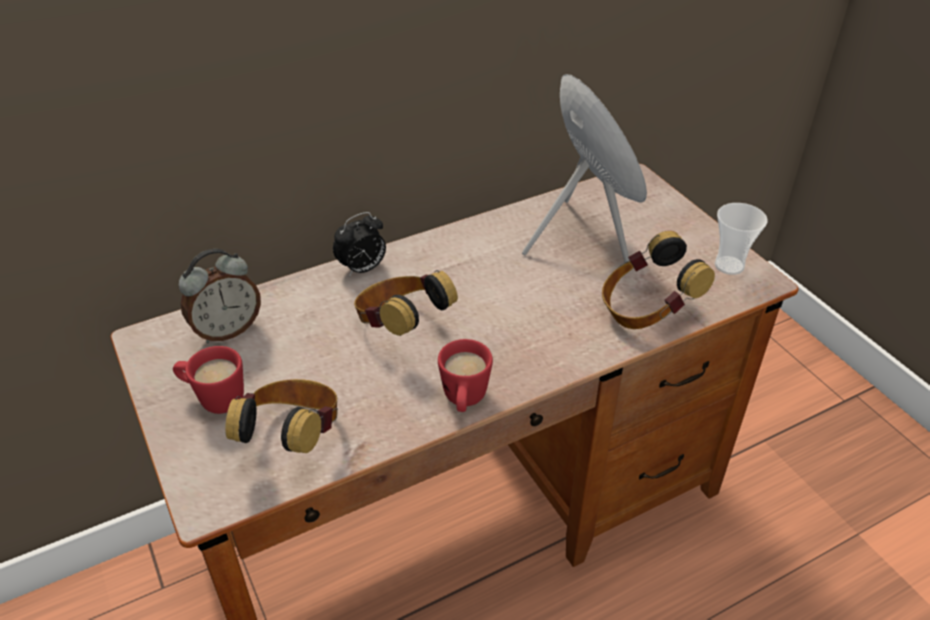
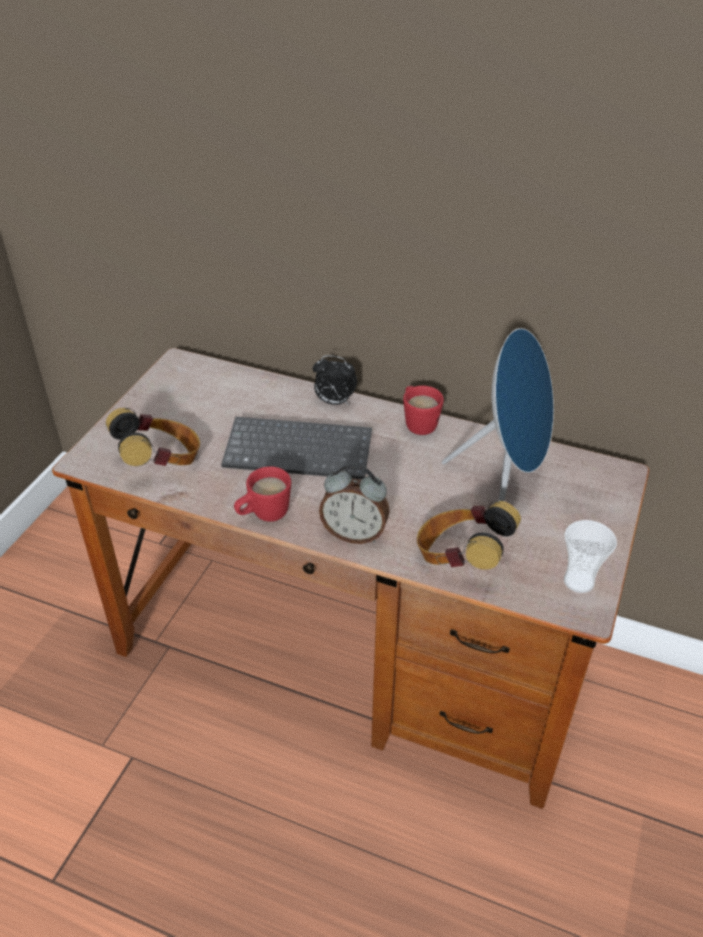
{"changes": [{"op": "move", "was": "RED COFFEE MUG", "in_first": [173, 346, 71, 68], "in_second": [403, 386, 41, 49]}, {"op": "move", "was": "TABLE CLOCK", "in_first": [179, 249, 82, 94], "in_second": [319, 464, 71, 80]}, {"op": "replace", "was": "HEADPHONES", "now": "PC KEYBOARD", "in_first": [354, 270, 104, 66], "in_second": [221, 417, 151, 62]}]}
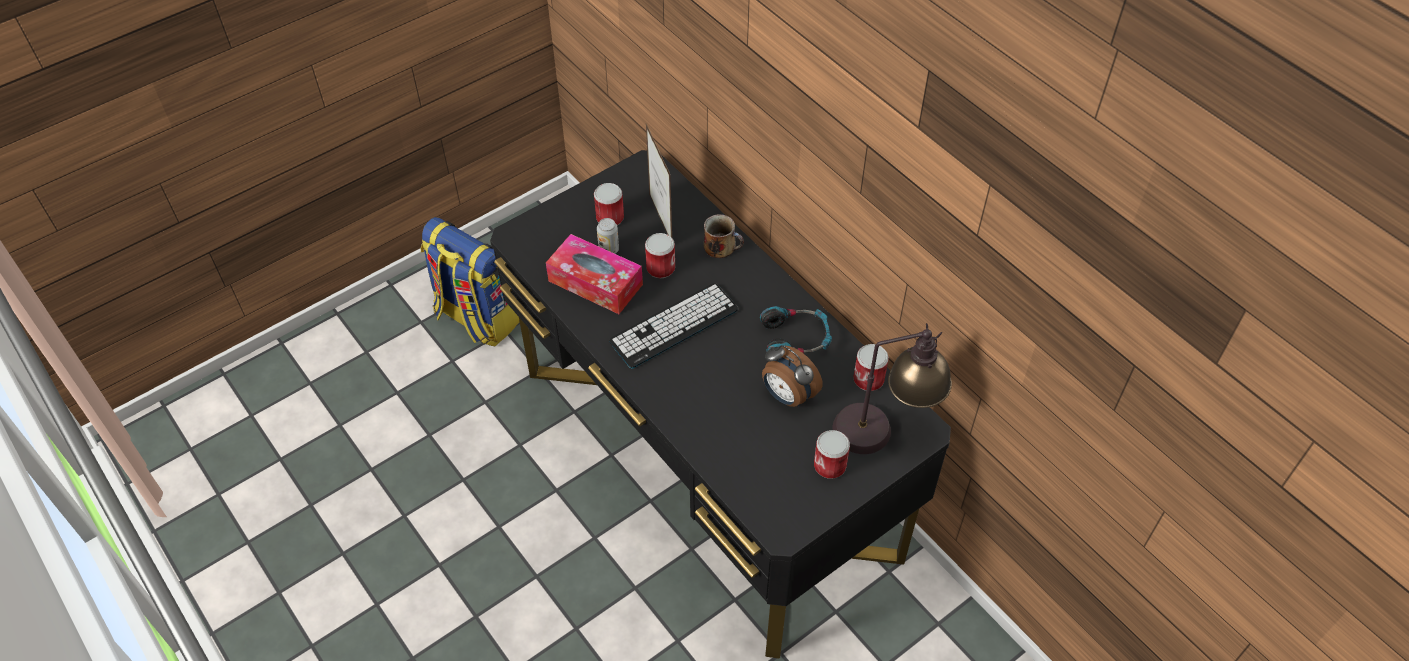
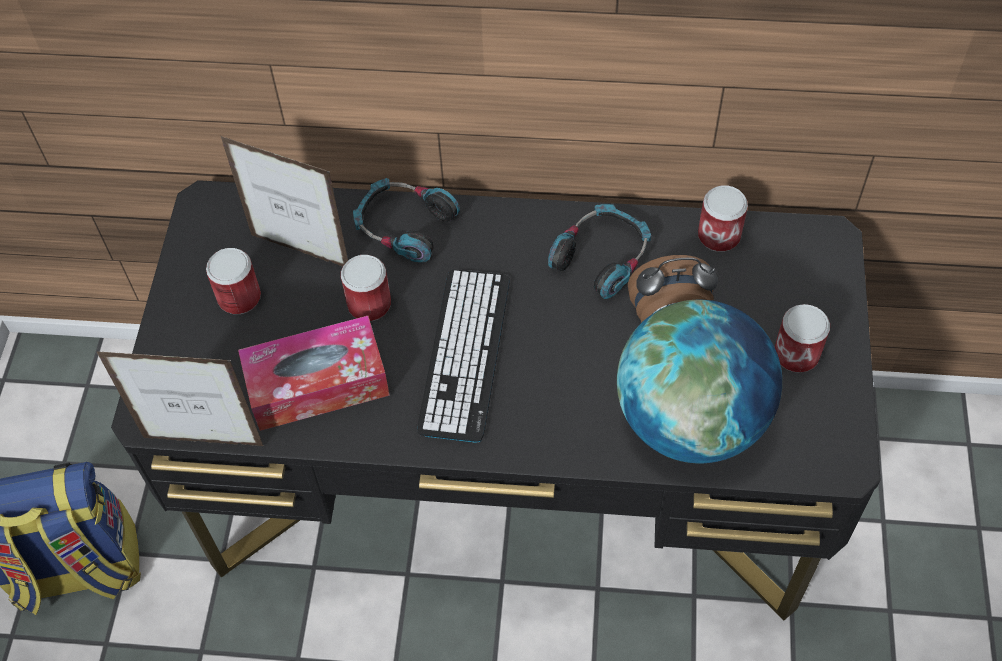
{"changes": [{"op": "delete", "was": "METAL CAN", "in_first": [597, 218, 22, 36]}, {"op": "replace", "was": "COFFEE MUG", "now": "HEADPHONES", "in_first": [704, 214, 40, 44], "in_second": [353, 178, 107, 84]}, {"op": "delete", "was": "TABLE LAMP", "in_first": [832, 323, 120, 131]}, {"op": "insert", "now": "PICTURE FRAME", "in_second": [96, 351, 168, 95]}, {"op": "insert", "now": "GLOBE", "in_second": [617, 300, 165, 163]}]}
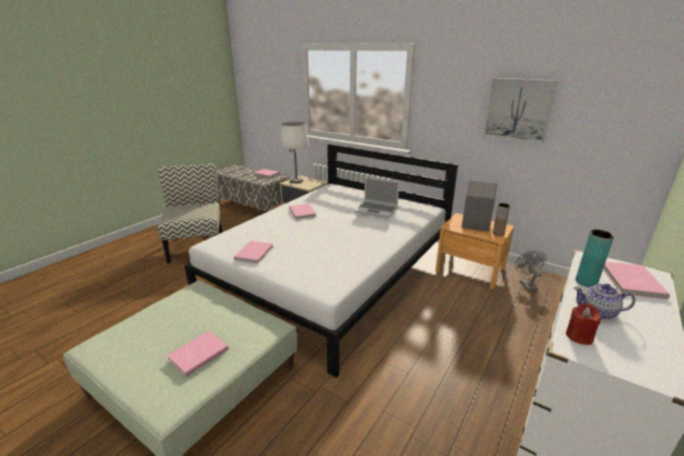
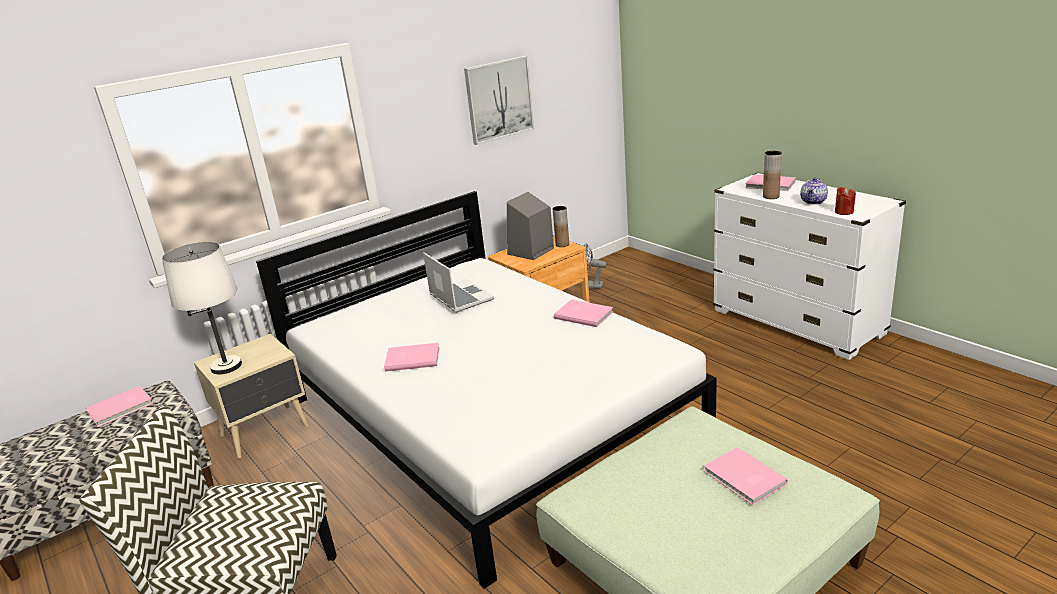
{"changes": [{"op": "move", "was": "PINK-COLOURED BOUND BOOK", "in_first": [234, 241, 39, 23], "in_second": [554, 299, 59, 28]}, {"op": "rotate", "was": "LAPTOP", "in_first": [354, 177, 45, 42], "in_second": [423, 252, 71, 61], "clockwise": -75}, {"op": "recolor", "was": "BLUE-GREEN DECORATIVE VASE", "now": "BROWN-COLOURED DECORATIVE VASE", "in_first": [575, 230, 39, 57], "in_second": [763, 151, 19, 48]}]}
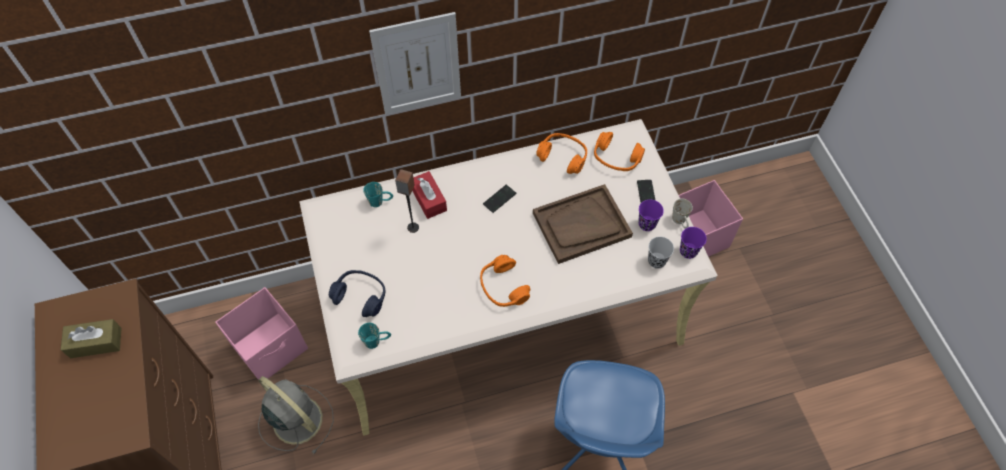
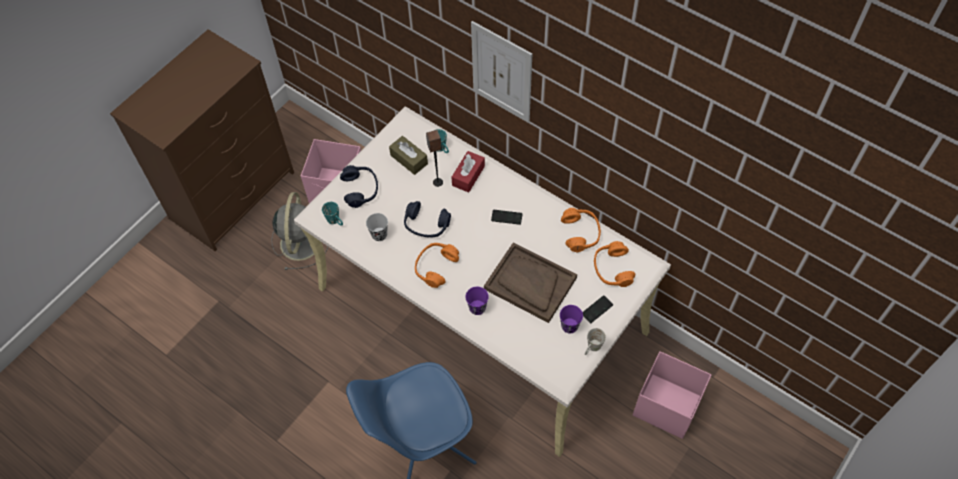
{"changes": [{"op": "move", "was": "BROWN-COLOURED TISSUE BOX", "in_first": [61, 319, 61, 39], "in_second": [389, 136, 39, 39]}, {"op": "move", "was": "BLACK SMALL CUP", "in_first": [648, 237, 26, 32], "in_second": [366, 213, 22, 28]}, {"op": "move", "was": "PURPLE-COLOURED SMALL CUP", "in_first": [680, 227, 27, 32], "in_second": [465, 286, 24, 29]}, {"op": "insert", "now": "BLUE-COLOURED HEADPHONES", "in_second": [404, 201, 47, 36]}]}
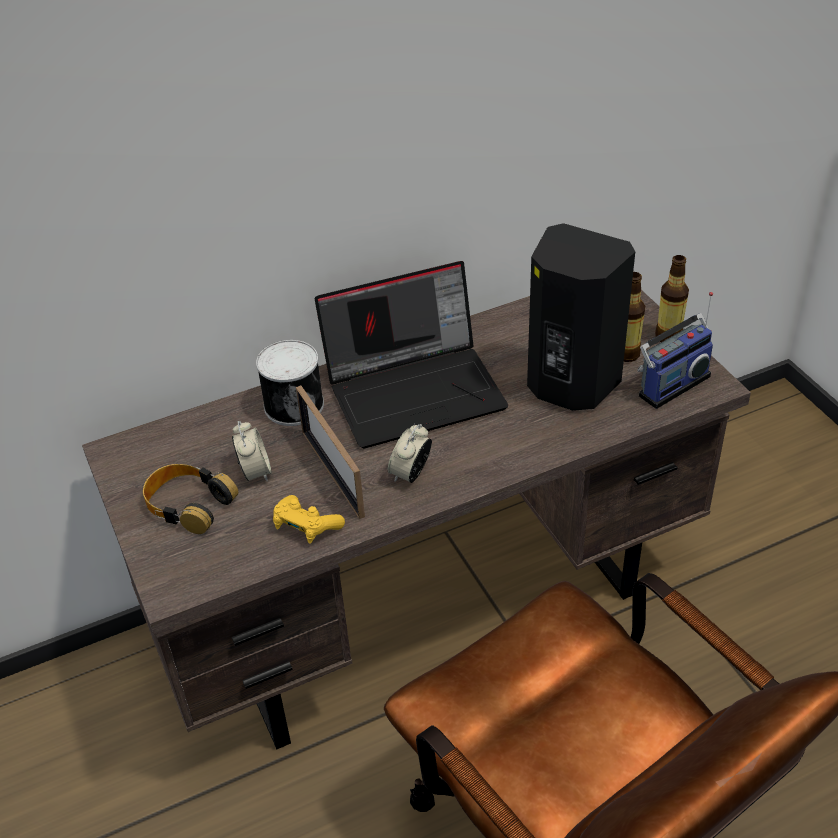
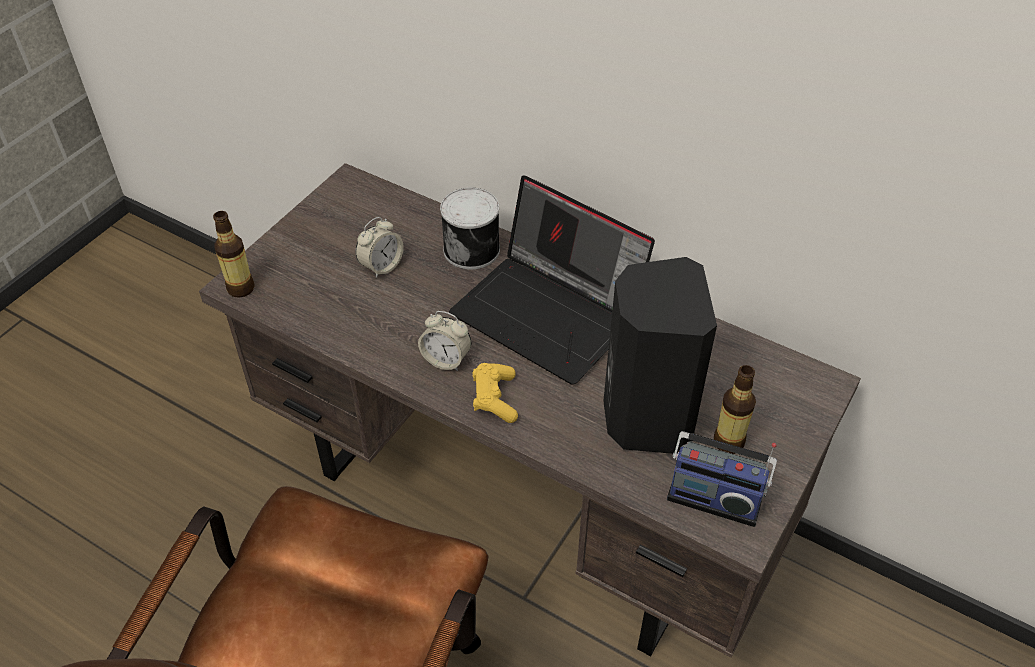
{"changes": [{"op": "delete", "was": "HEADPHONES", "in_first": [143, 464, 95, 70]}, {"op": "move", "was": "YELLOW-COLOURED GAME CONTROLLER", "in_first": [273, 495, 72, 49], "in_second": [473, 363, 45, 60]}, {"op": "delete", "was": "PICTURE FRAME", "in_first": [296, 385, 69, 134]}, {"op": "rotate", "was": "TABLE CLOCK", "in_first": [388, 424, 44, 59], "in_second": [418, 311, 53, 60], "clockwise": -150}, {"op": "move", "was": "BEVERAGE BOTTLE", "in_first": [655, 255, 34, 87], "in_second": [213, 211, 42, 87]}]}
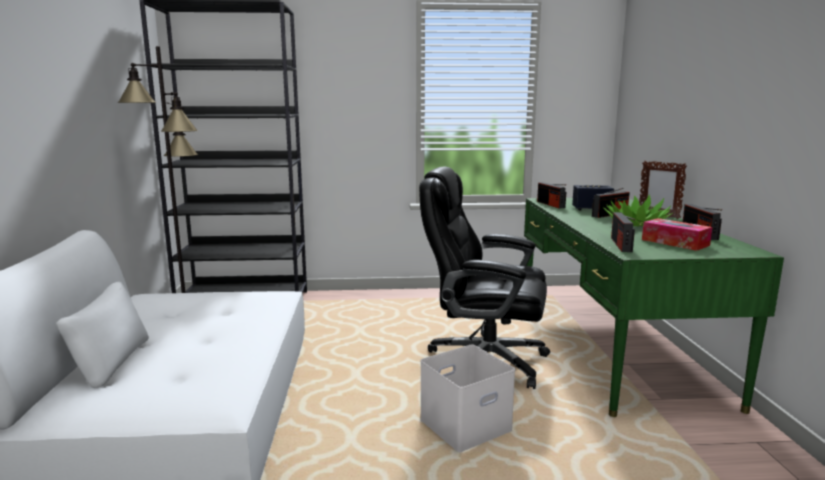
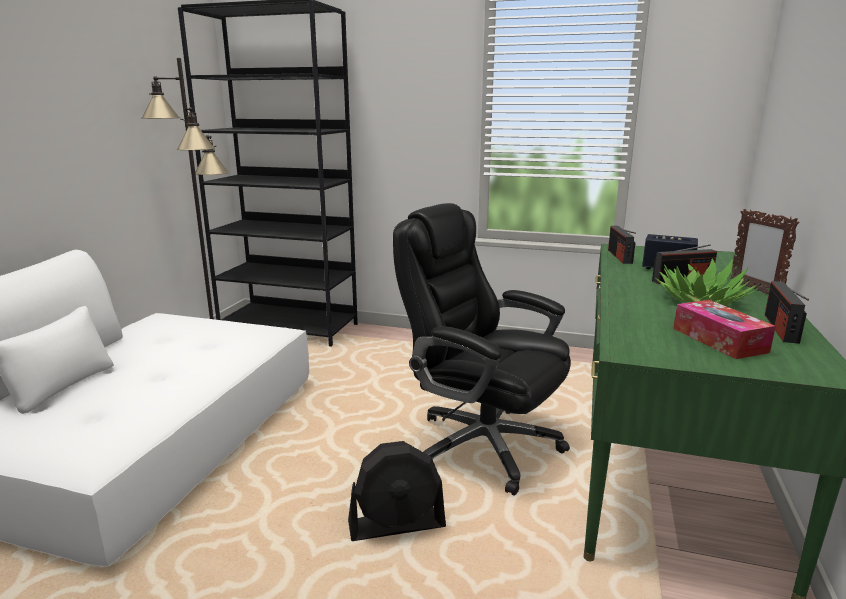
{"changes": [{"op": "replace", "was": "WHITE-COLOURED STORAGE BIN", "now": "BLACK COOLING FAN", "in_first": [420, 344, 95, 108], "in_second": [348, 441, 98, 100]}, {"op": "delete", "was": "RADIO RECEIVER", "in_first": [611, 212, 24, 40]}]}
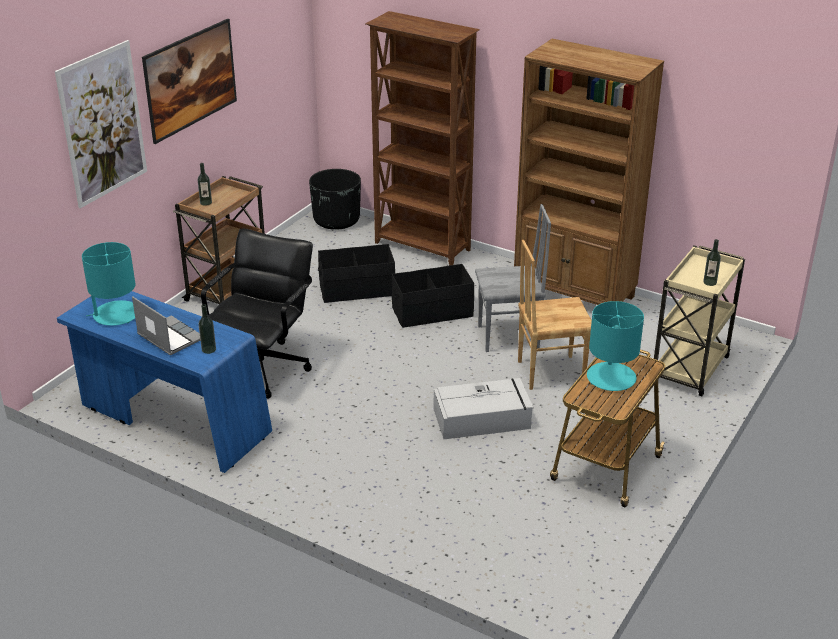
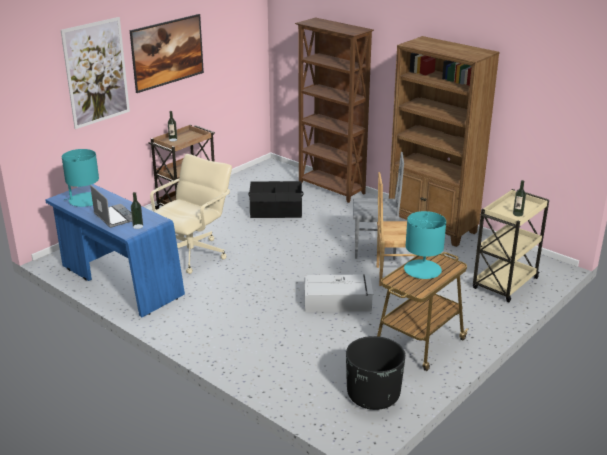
{"changes": [{"op": "recolor", "was": "BLACK COMPUTER CHAIR", "now": "BEIGE-COLOURED COMPUTER CHAIR", "in_first": [201, 229, 112, 170], "in_second": [150, 154, 82, 120]}, {"op": "move", "was": "BLACK PLANT POT", "in_first": [309, 169, 52, 61], "in_second": [346, 336, 59, 74]}, {"op": "delete", "was": "BLACK STORAGE BIN", "in_first": [392, 264, 82, 64]}]}
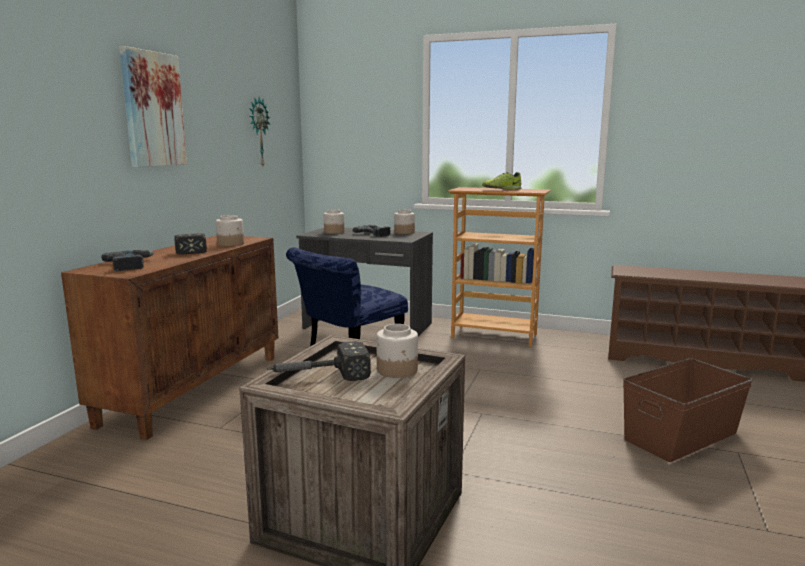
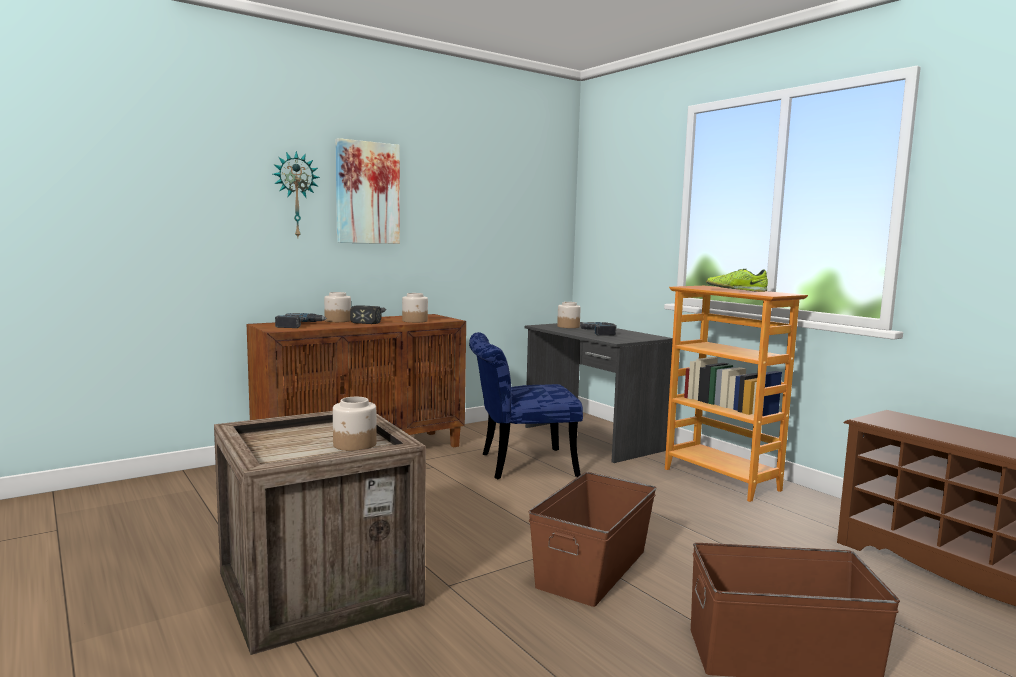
{"changes": [{"op": "move", "was": "WALL CLOCK", "in_first": [249, 97, 22, 69], "in_second": [273, 151, 47, 86]}, {"op": "delete", "was": "HAND HAMMER", "in_first": [267, 341, 104, 40]}, {"op": "move", "was": "JAR", "in_first": [394, 210, 21, 24], "in_second": [324, 292, 27, 30]}, {"op": "insert", "now": "BROWN-COLOURED STORAGE BIN", "in_second": [529, 472, 127, 135]}]}
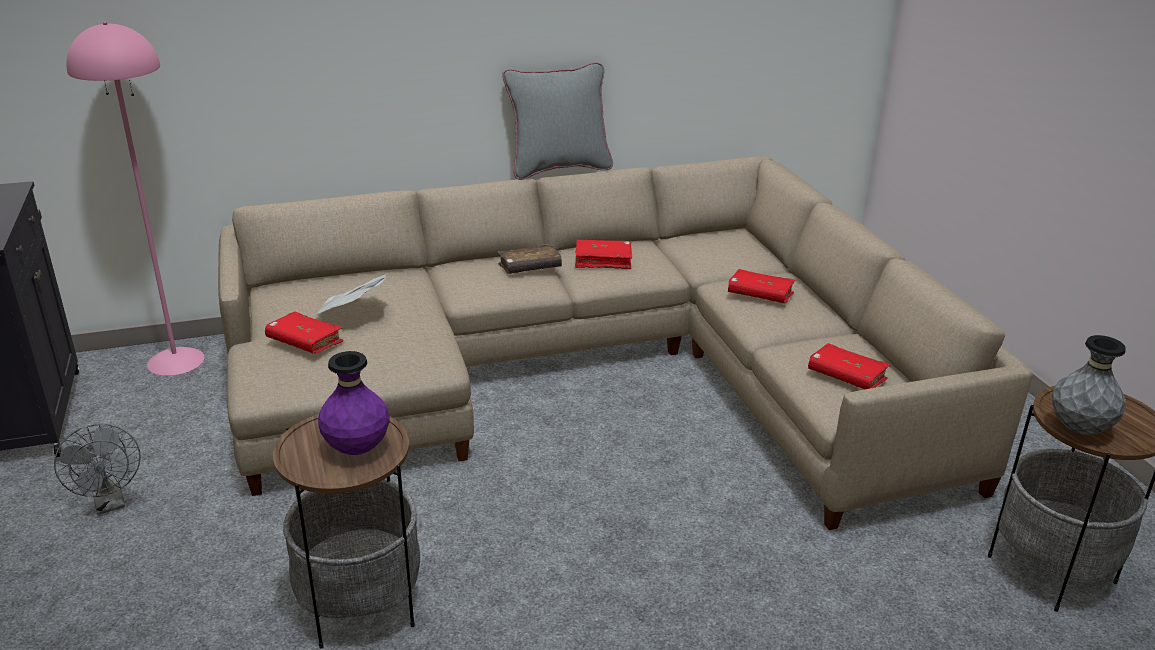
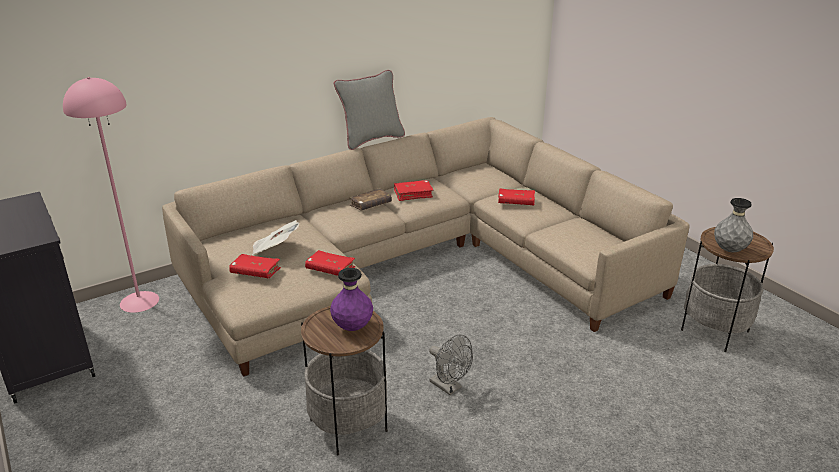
{"changes": [{"op": "move", "was": "GRAY COOLING FAN", "in_first": [54, 424, 87, 91], "in_second": [429, 335, 44, 60]}, {"op": "move", "was": "RED BOUND BOOK", "in_first": [808, 343, 82, 46], "in_second": [305, 250, 50, 26]}]}
